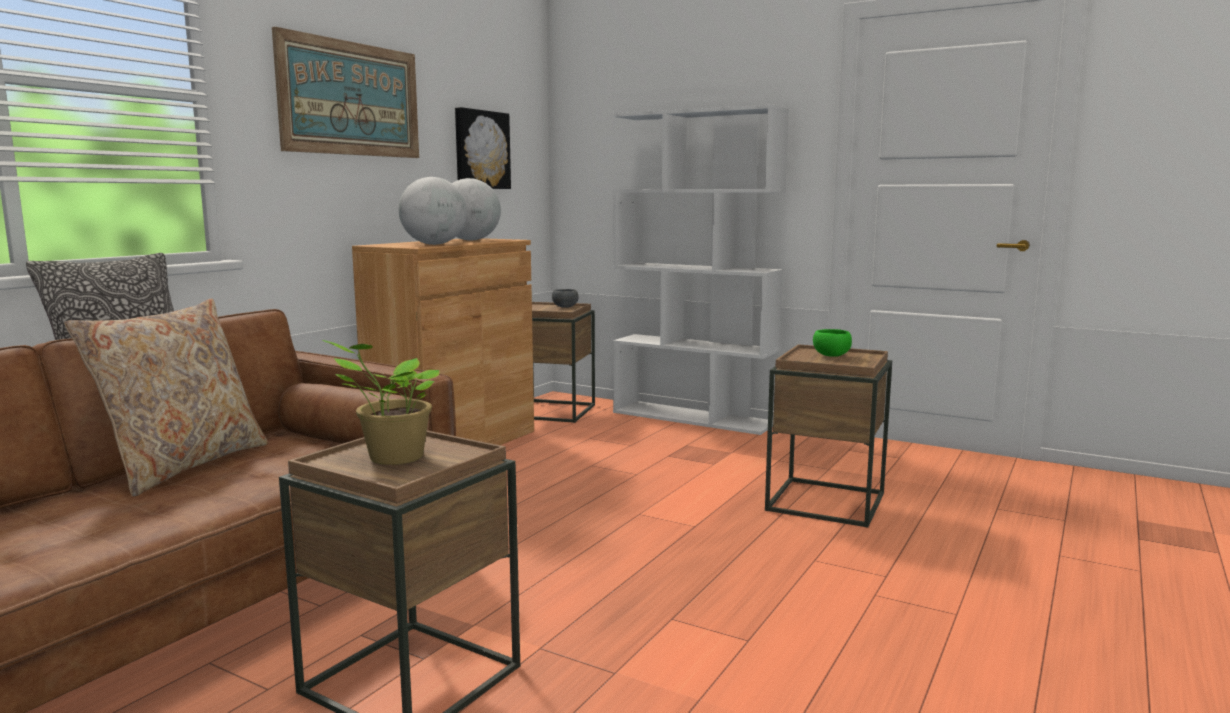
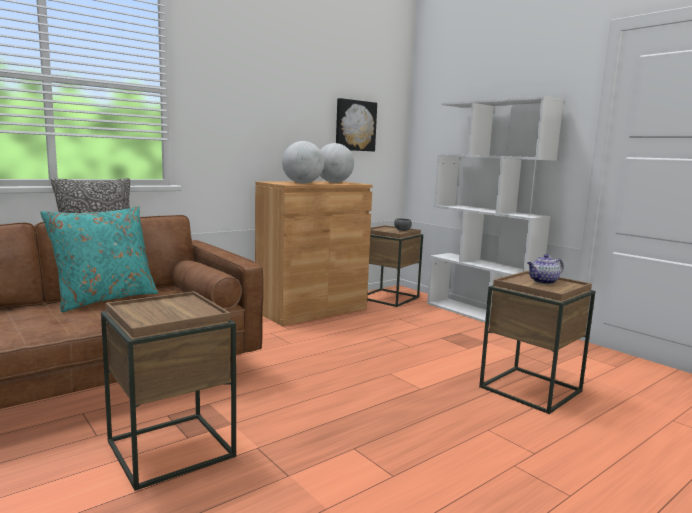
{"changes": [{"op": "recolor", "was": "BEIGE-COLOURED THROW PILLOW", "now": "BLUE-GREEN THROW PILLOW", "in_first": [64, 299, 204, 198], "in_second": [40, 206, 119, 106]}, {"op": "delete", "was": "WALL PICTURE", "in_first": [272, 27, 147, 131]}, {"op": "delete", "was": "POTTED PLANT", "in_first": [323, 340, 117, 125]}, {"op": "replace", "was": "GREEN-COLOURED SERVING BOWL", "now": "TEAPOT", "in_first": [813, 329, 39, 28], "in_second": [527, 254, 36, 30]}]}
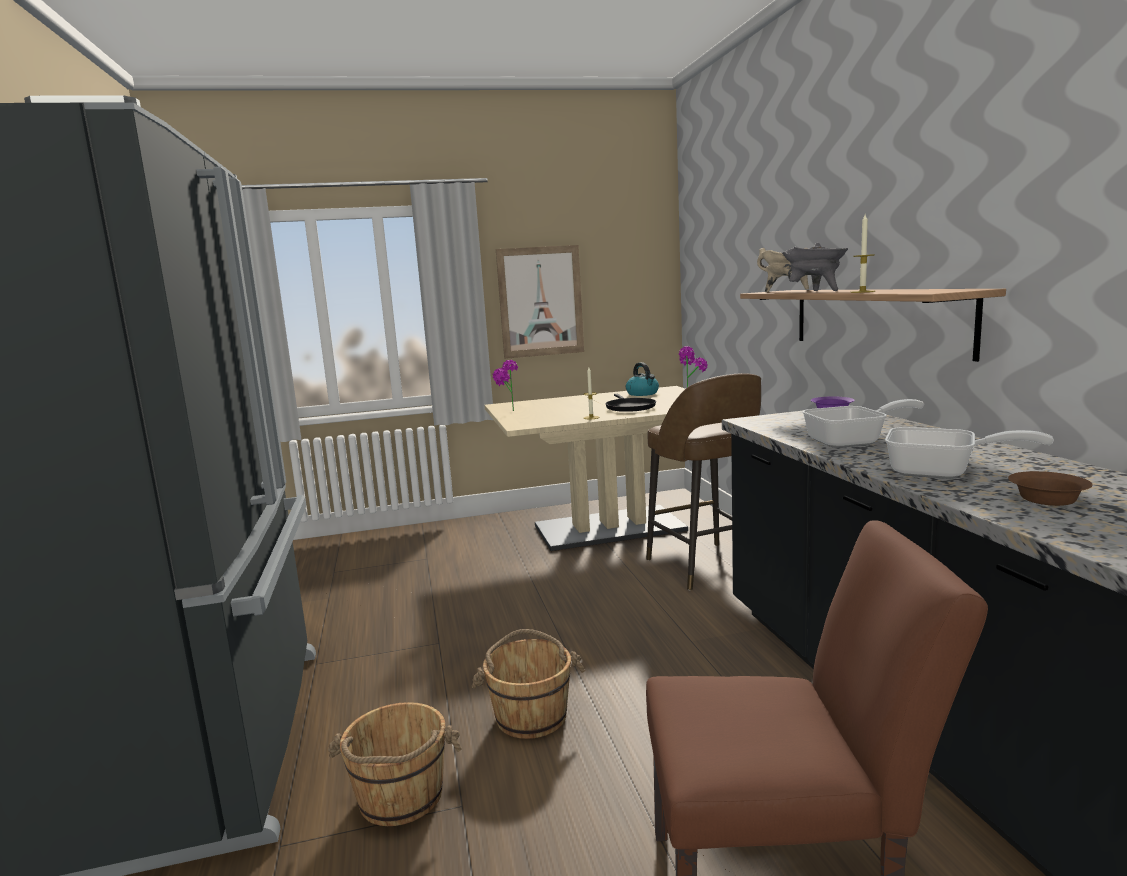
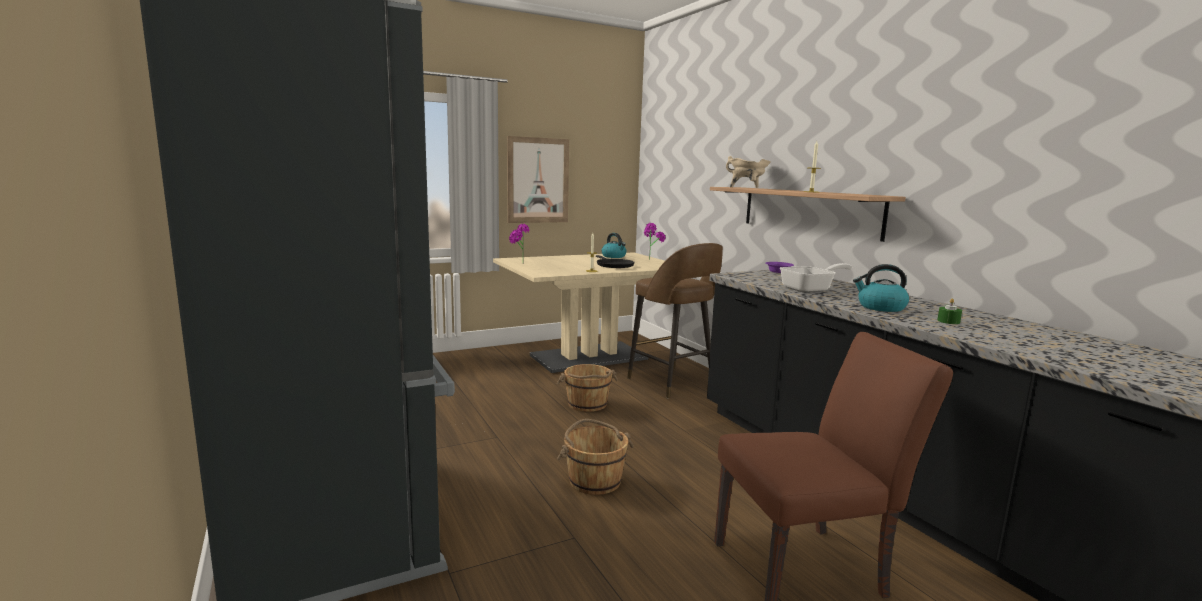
{"changes": [{"op": "move", "was": "BROWN-COLOURED WATER BUCKET", "in_first": [328, 702, 134, 124], "in_second": [557, 364, 61, 48]}, {"op": "delete", "was": "GRAY COOKING POT", "in_first": [782, 243, 66, 48]}, {"op": "replace", "was": "FRYING PAN", "now": "TEA KETTLE", "in_first": [885, 427, 169, 52], "in_second": [853, 264, 56, 48]}, {"op": "replace", "was": "BROWN-COLOURED SERVING BOWL", "now": "GREEN-COLOURED CANDLE", "in_first": [1008, 471, 85, 35], "in_second": [937, 298, 25, 26]}]}
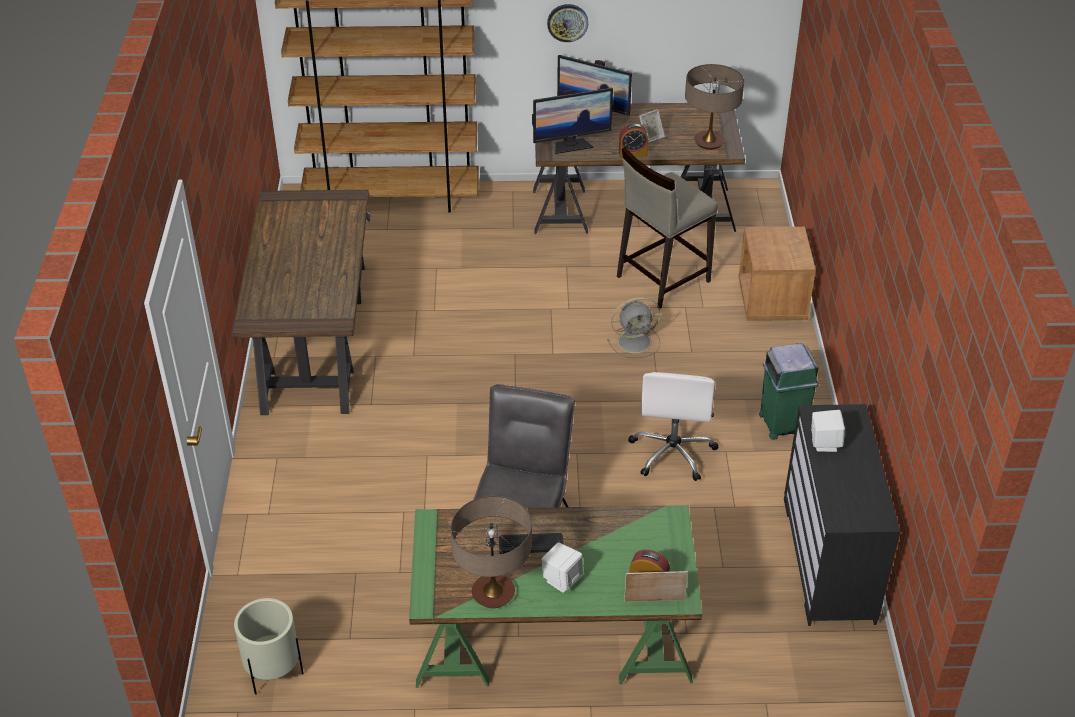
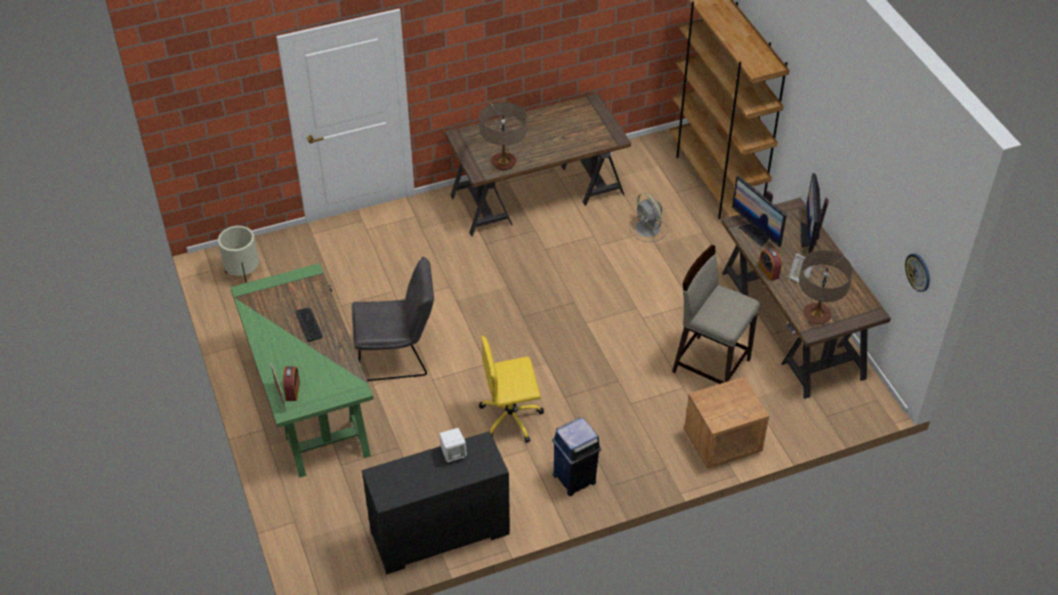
{"changes": [{"op": "move", "was": "TABLE LAMP", "in_first": [451, 496, 81, 112], "in_second": [479, 102, 48, 68]}, {"op": "delete", "was": "WHITE-COLOURED SPEAKER", "in_first": [542, 542, 41, 51]}, {"op": "move", "was": "WALL CLOCK", "in_first": [547, 4, 41, 38], "in_second": [905, 253, 25, 39]}, {"op": "move", "was": "GRAY COOLING FAN", "in_first": [607, 297, 54, 61], "in_second": [629, 193, 39, 49]}, {"op": "recolor", "was": "WHITE-COLOURED COMPUTER CHAIR", "now": "YELLOW-COLOURED COMPUTER CHAIR", "in_first": [628, 372, 91, 109], "in_second": [479, 336, 65, 107]}, {"op": "recolor", "was": "GREEN-COLOURED WASTE BIN", "now": "BLUE-COLOURED WASTE BIN", "in_first": [759, 343, 60, 97], "in_second": [552, 418, 50, 78]}]}
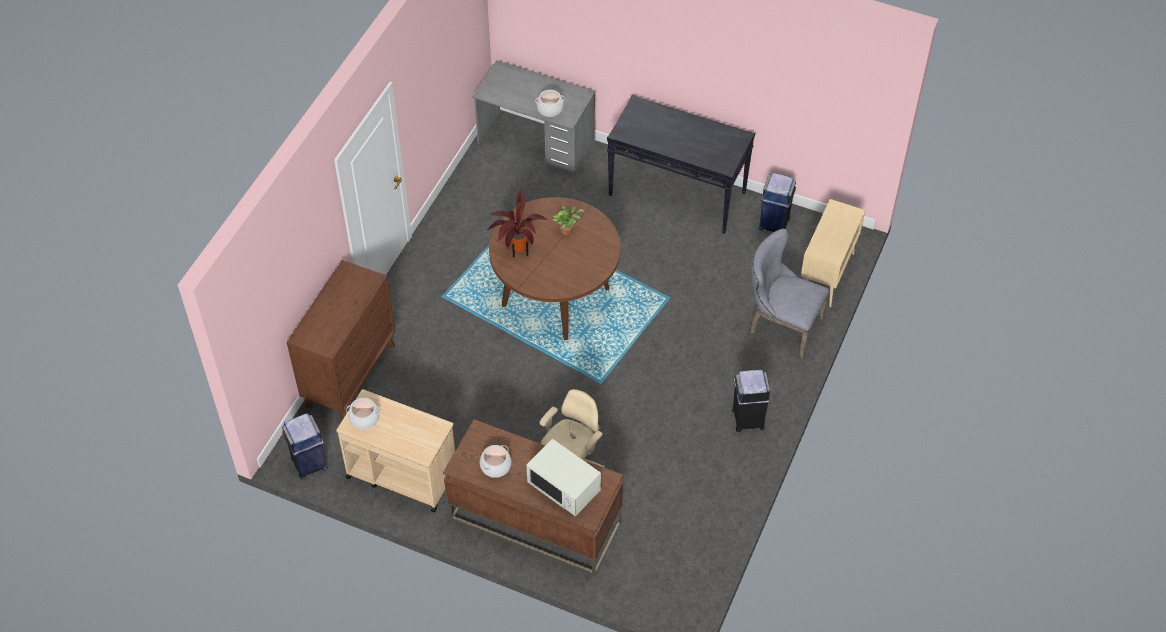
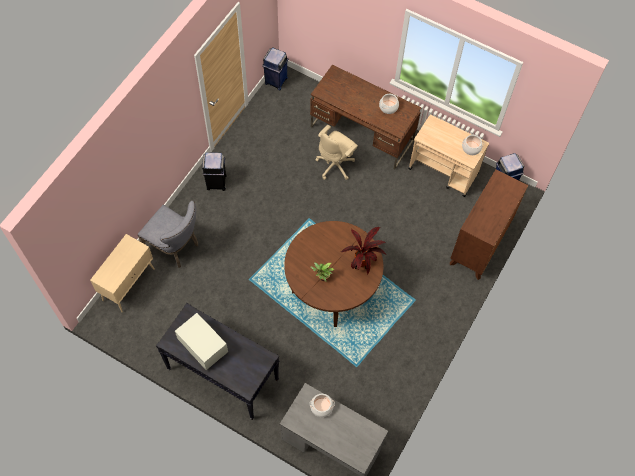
{"changes": [{"op": "move", "was": "WHITE-COLOURED MICROWAVE", "in_first": [527, 439, 74, 78], "in_second": [175, 313, 53, 58]}, {"op": "move", "was": "BLUE-COLOURED WASTE BIN", "in_first": [758, 173, 38, 59], "in_second": [262, 47, 26, 43]}]}
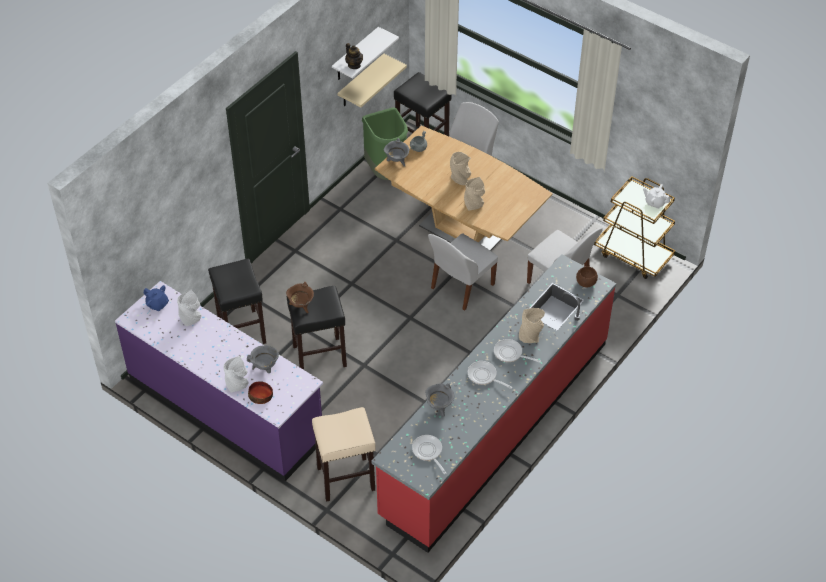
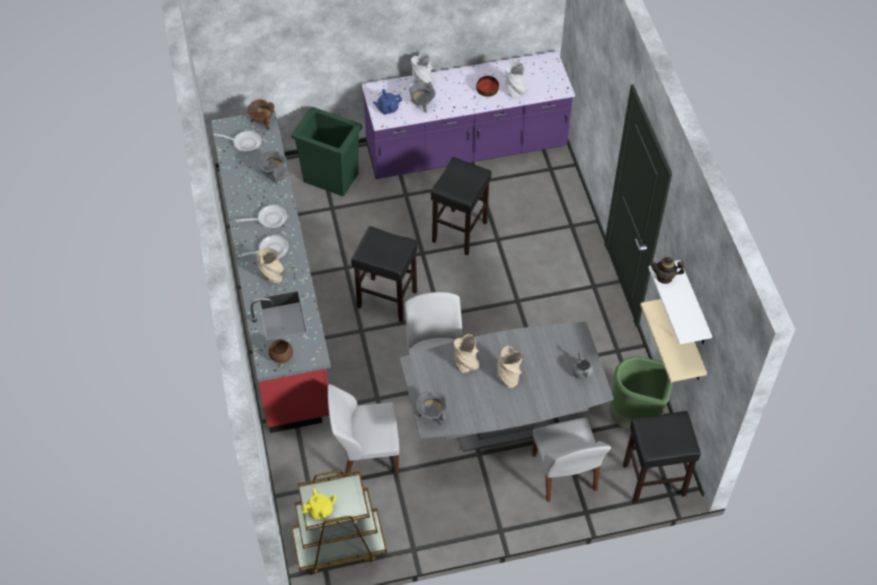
{"changes": [{"op": "move", "was": "BLUE-COLOURED TEAPOT", "in_first": [143, 285, 26, 26], "in_second": [373, 89, 29, 26]}, {"op": "move", "was": "BLACK STOOL", "in_first": [208, 258, 58, 86], "in_second": [351, 226, 66, 96]}, {"op": "move", "was": "SERVING BOWL", "in_first": [248, 381, 25, 23], "in_second": [476, 76, 23, 21]}, {"op": "move", "was": "BROWN-COLOURED COOKING POT", "in_first": [286, 282, 28, 31], "in_second": [247, 99, 27, 31]}, {"op": "replace", "was": "BEIGE-COLOURED STOOL", "now": "GREEN-COLOURED WASTE BIN", "in_first": [312, 407, 64, 95], "in_second": [291, 107, 71, 90]}, {"op": "recolor", "was": "BROWN-COLOURED DINNER TABLE", "now": "GRAY DINNER TABLE", "in_first": [375, 125, 178, 126], "in_second": [400, 321, 214, 131]}, {"op": "move", "was": "GRAY COOKING POT", "in_first": [384, 138, 25, 29], "in_second": [415, 392, 32, 32]}, {"op": "recolor", "was": "WHITE-COLOURED TEAPOT", "now": "YELLOW-COLOURED TEAPOT", "in_first": [643, 184, 27, 25], "in_second": [302, 488, 35, 31]}]}
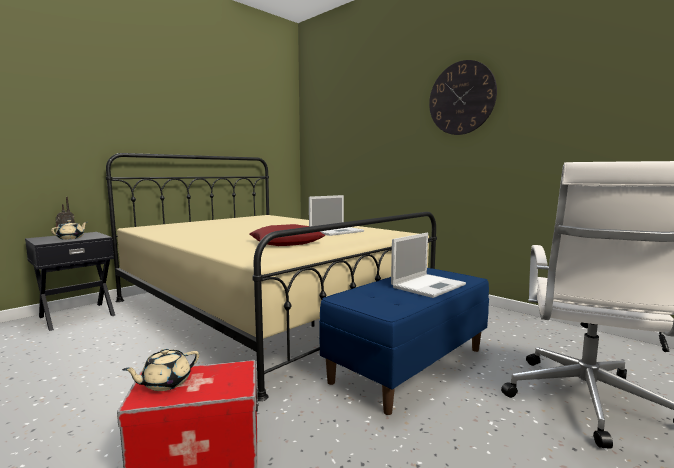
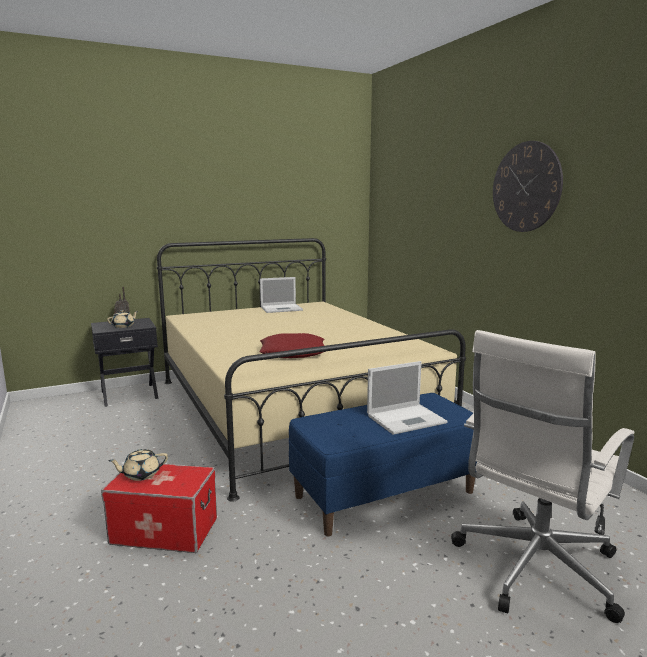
{"changes": [{"op": "move", "was": "LAPTOP", "in_first": [309, 195, 55, 41], "in_second": [260, 277, 43, 36]}]}
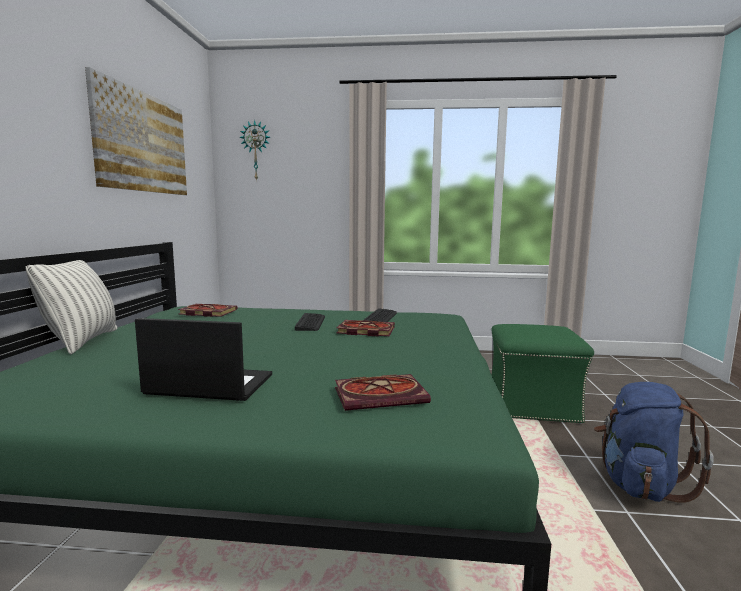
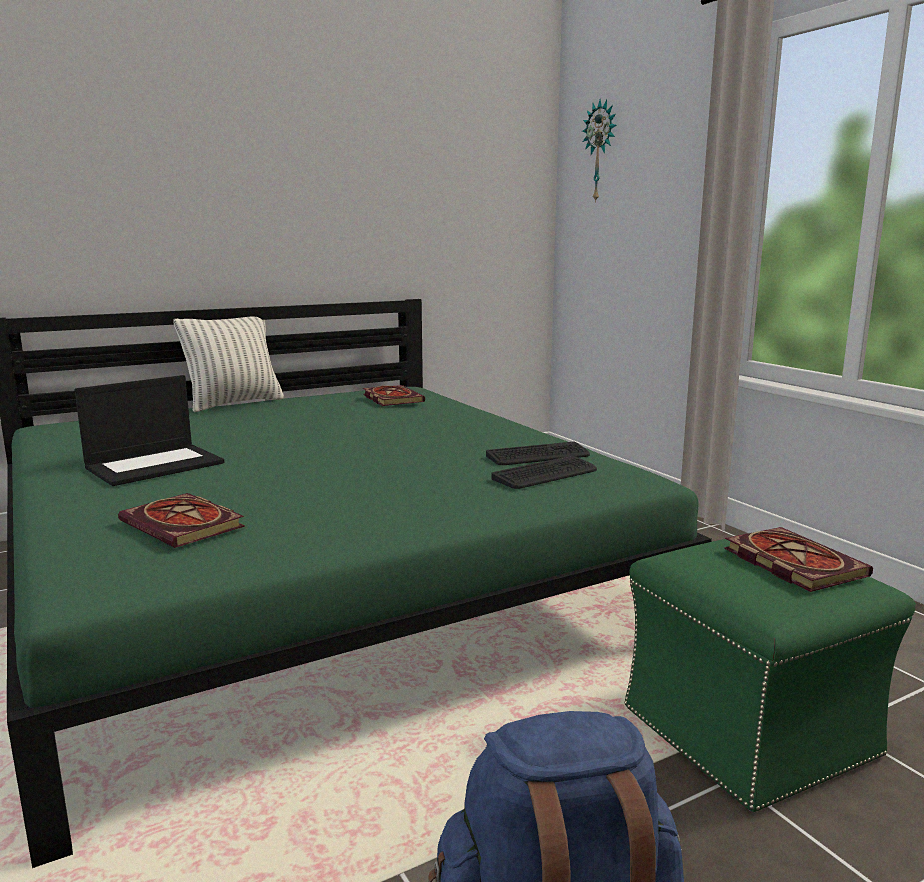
{"changes": [{"op": "delete", "was": "WALL PICTURE", "in_first": [85, 67, 102, 128]}, {"op": "rotate", "was": "LAPTOP", "in_first": [135, 318, 137, 83], "in_second": [75, 375, 150, 111], "clockwise": 75}, {"op": "move", "was": "PC KEYBOARD", "in_first": [295, 313, 30, 18], "in_second": [491, 456, 106, 33]}, {"op": "move", "was": "BOUND BOOK", "in_first": [337, 320, 58, 17], "in_second": [724, 527, 149, 65]}]}
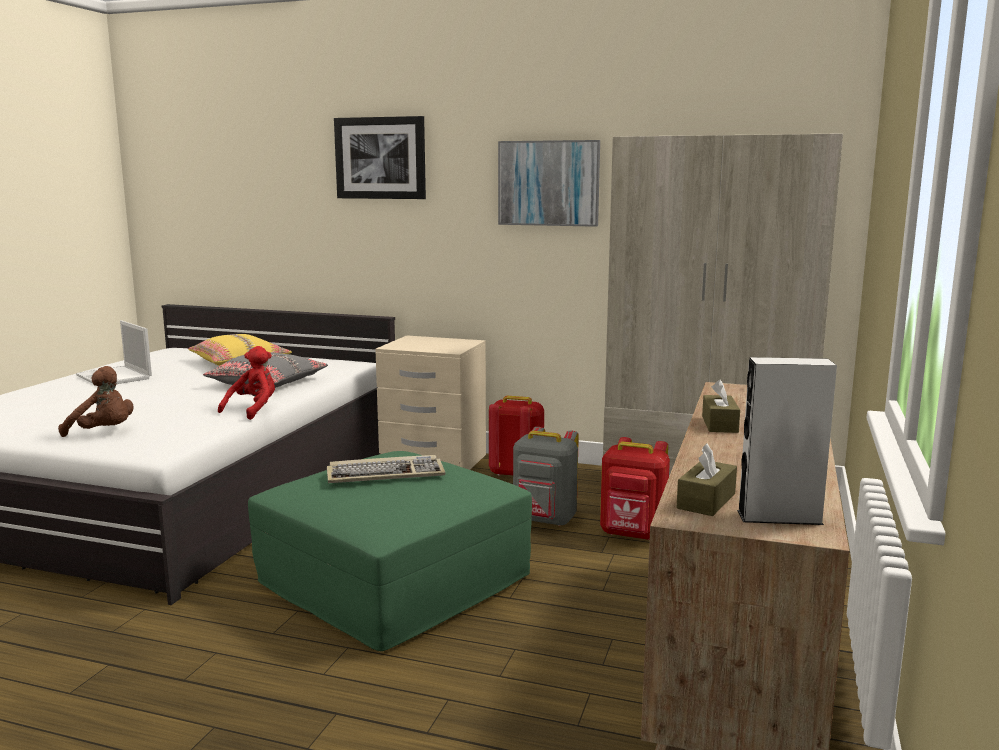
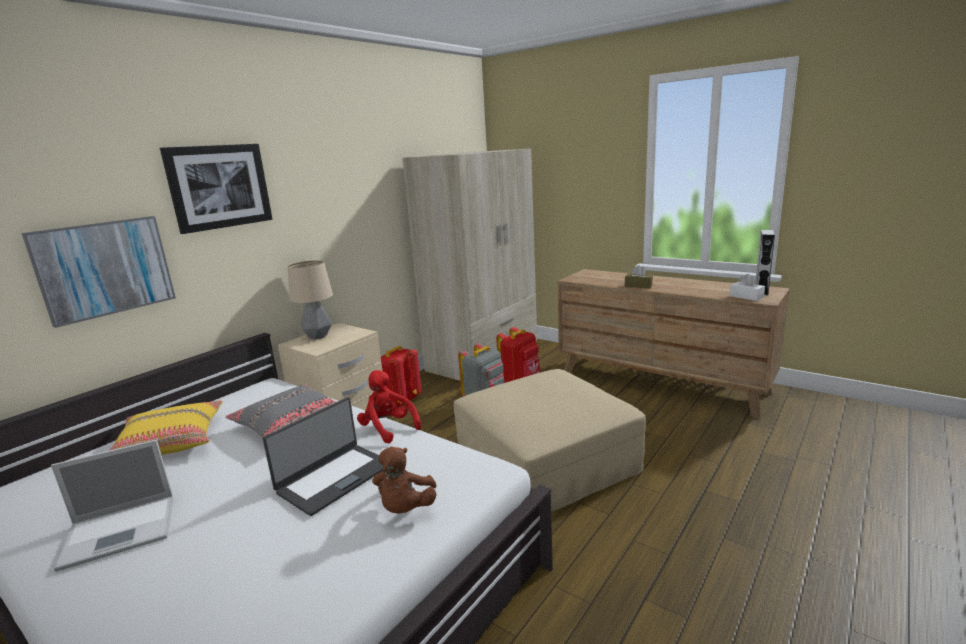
{"changes": [{"op": "rotate", "was": "BROWN-COLOURED PLUSH TOY", "in_first": [58, 366, 75, 71], "in_second": [372, 447, 65, 67], "clockwise": 150}, {"op": "recolor", "was": "GREEN-COLOURED POUFFE", "now": "BEIGE-COLOURED POUFFE", "in_first": [248, 451, 284, 200], "in_second": [454, 369, 192, 143]}, {"op": "delete", "was": "PC KEYBOARD", "in_first": [327, 455, 118, 28]}, {"op": "move", "was": "WALL PICTURE", "in_first": [498, 140, 102, 87], "in_second": [22, 216, 154, 112]}, {"op": "recolor", "was": "BROWN-COLOURED TISSUE BOX", "now": "WHITE-COLOURED TISSUE BOX", "in_first": [676, 443, 61, 73], "in_second": [730, 274, 35, 27]}, {"op": "insert", "now": "LAPTOP", "in_second": [263, 397, 121, 119]}, {"op": "insert", "now": "TABLE LAMP", "in_second": [288, 260, 45, 79]}]}
